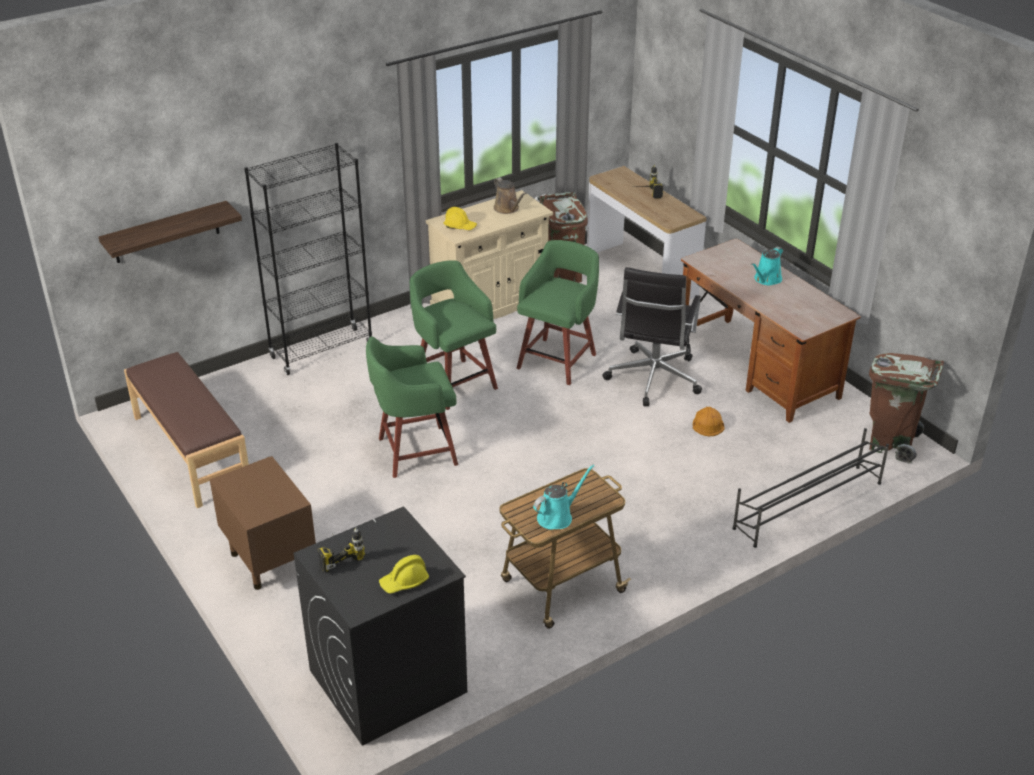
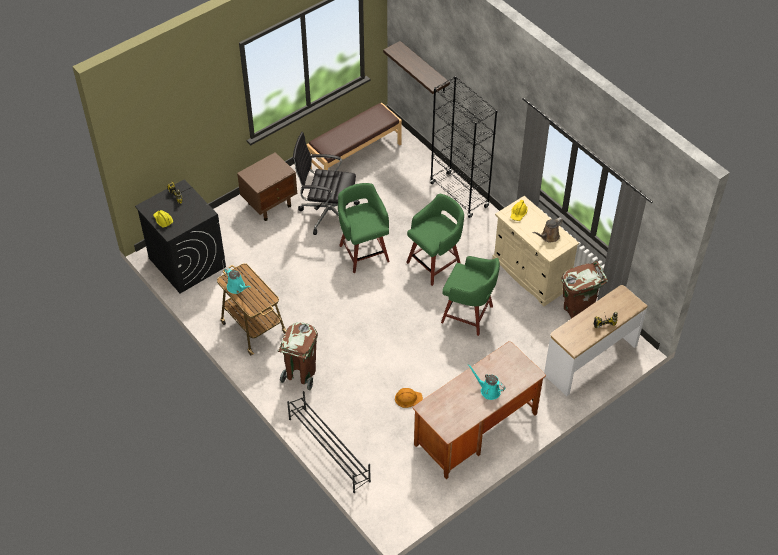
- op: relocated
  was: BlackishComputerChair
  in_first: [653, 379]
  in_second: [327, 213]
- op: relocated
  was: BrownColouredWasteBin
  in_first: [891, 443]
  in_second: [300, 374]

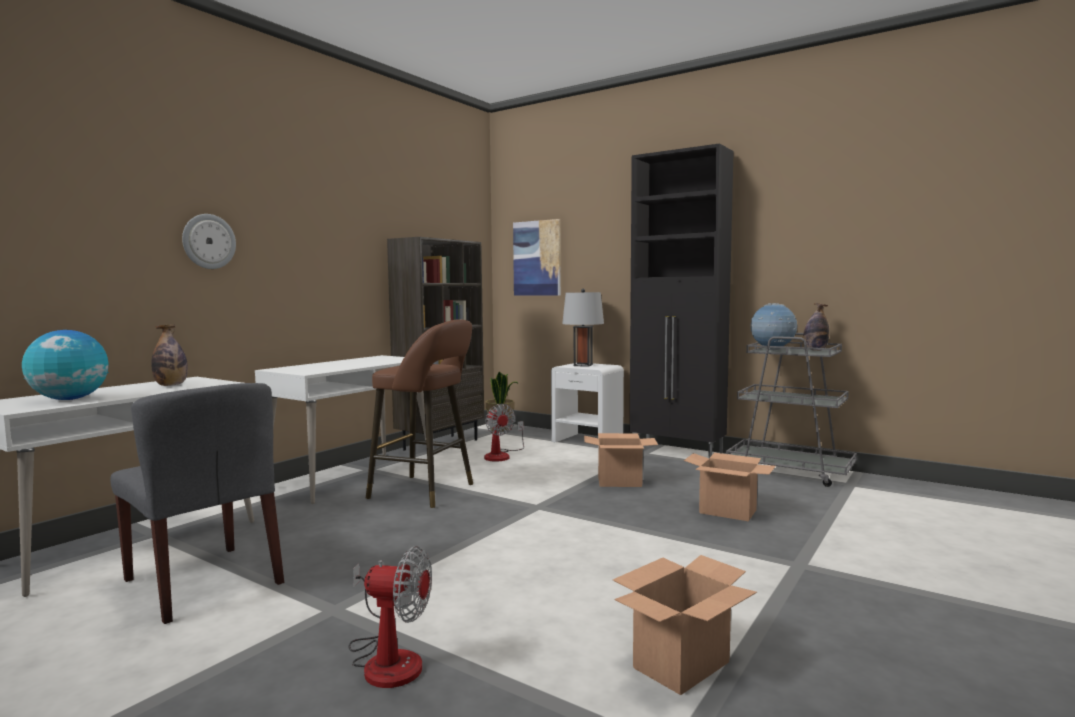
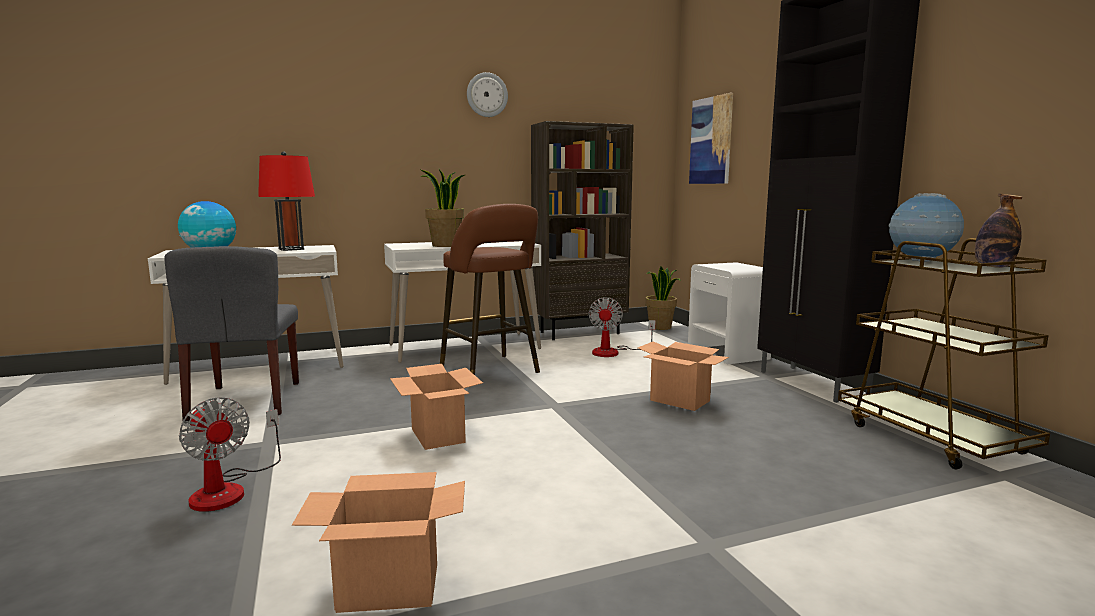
- op: missing
  was: GrayTabletopLamp
  in_first: [583, 365]
- op: appeared
  now: PottedPlant
  in_second: [445, 245]
- op: relocated
  was: HangingClock
  in_first: [208, 241]
  in_second: [487, 95]
- op: relocated
  was: Carton
  in_first: [728, 512]
  in_second: [438, 436]
- op: exchanged
  was: BeverageBottle
  now: RedTabletopLamp
  in_first: [171, 385]
  in_second: [291, 249]
- op: colour
  was: GrayCart
  now: BrownColouredCart
  in_first: [790, 472]
  in_second: [931, 438]

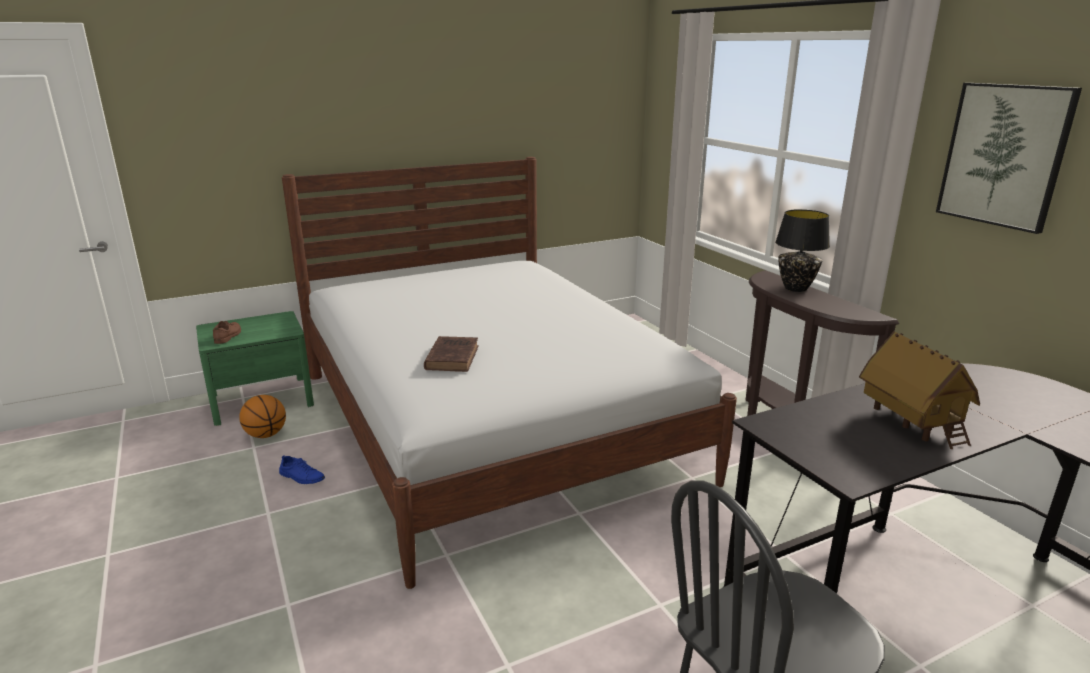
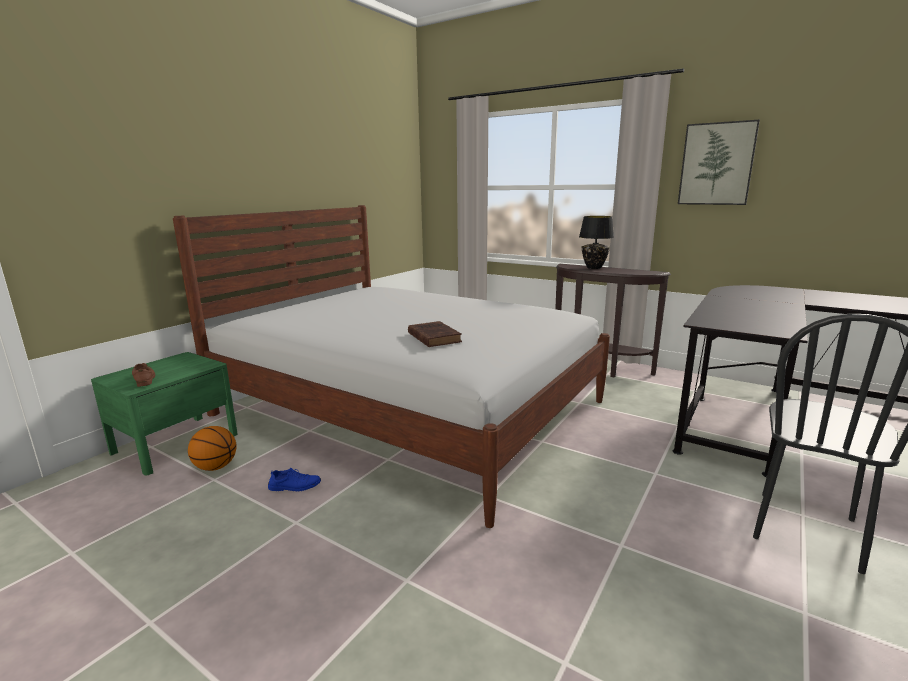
- op: missing
  was: ModelHouse
  in_first: [910, 423]

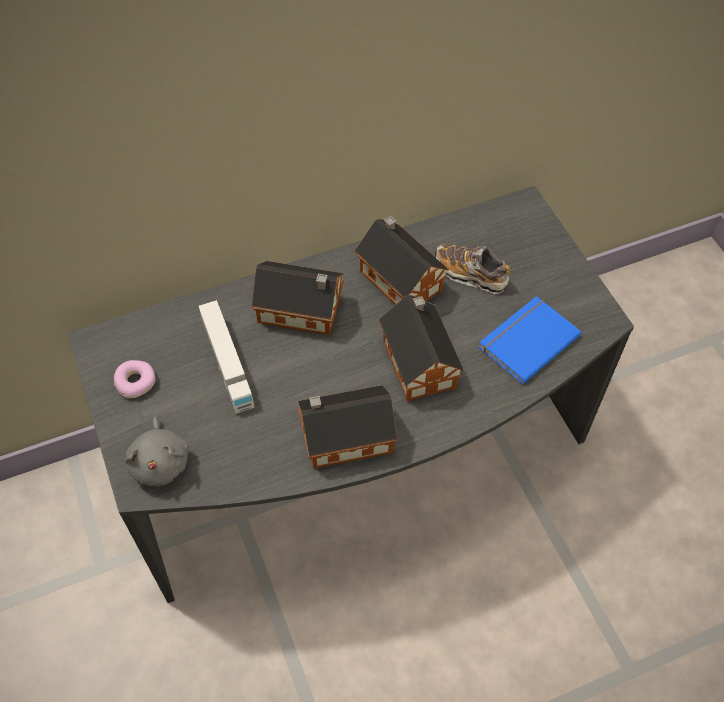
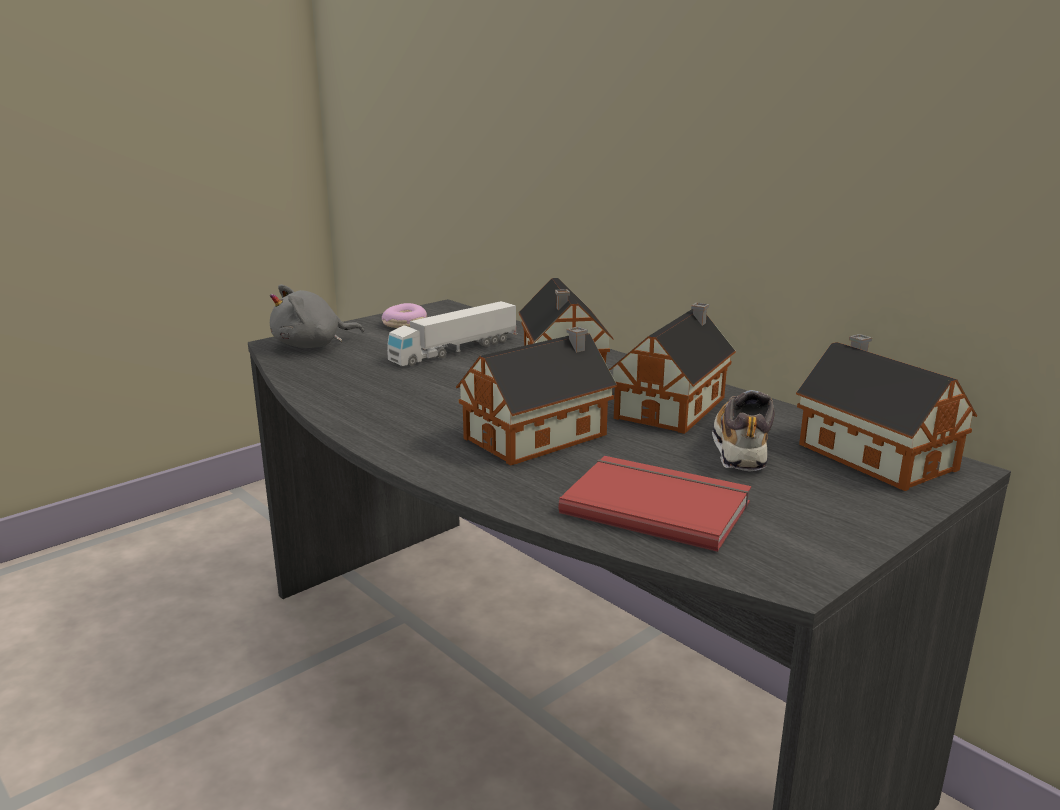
- op: relocated
  was: ModelHouse
  in_first: [343, 437]
  in_second: [872, 454]
- op: colour
  was: BlueColouredBook
  now: RedBook
  in_first: [526, 340]
  in_second: [656, 505]

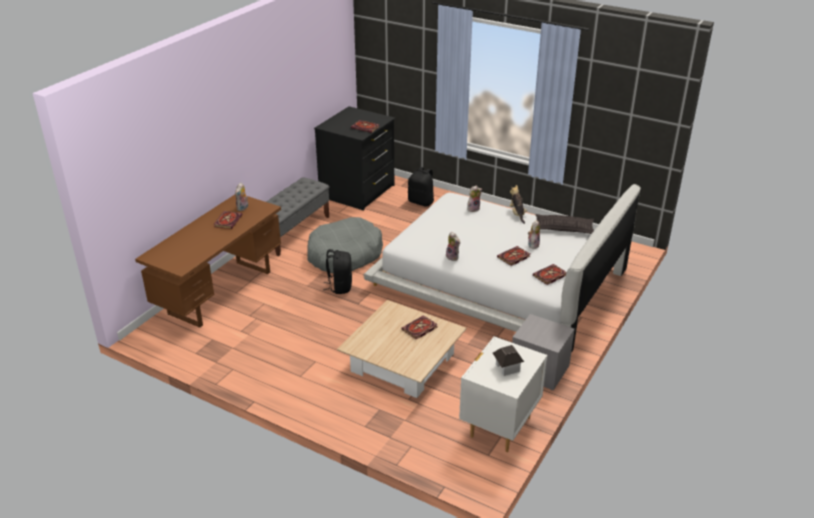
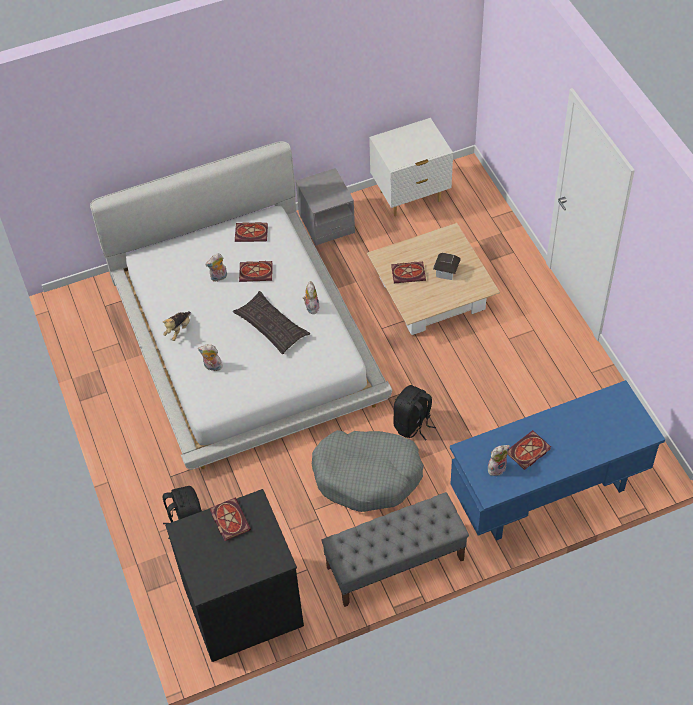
- op: relocated
  was: ModelHouse
  in_first: [507, 368]
  in_second: [446, 272]
- op: relocated
  was: Cushion
  in_first: [564, 228]
  in_second: [271, 326]
- op: colour
  was: BrownColouredDesk
  now: BlueColouredDesk
  in_first: [220, 292]
  in_second: [548, 494]

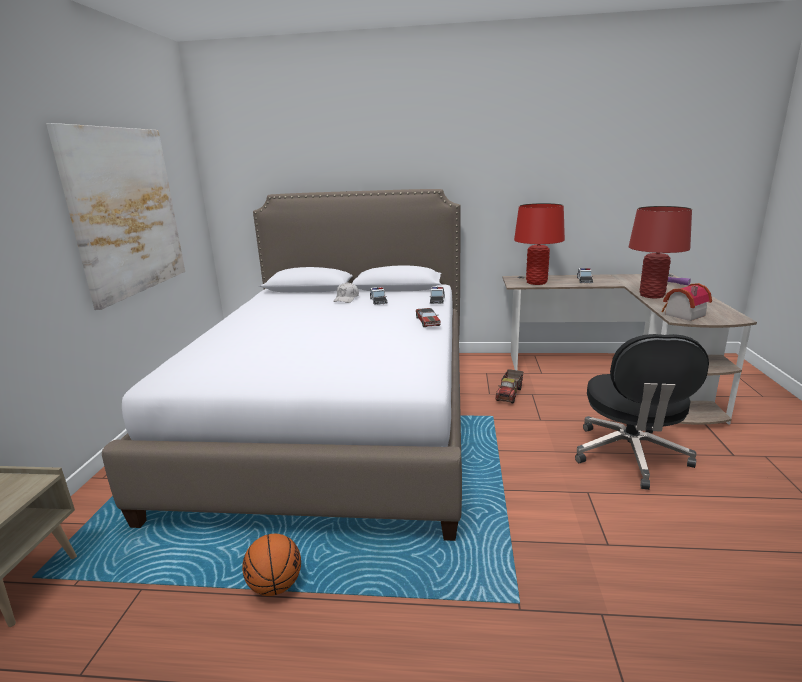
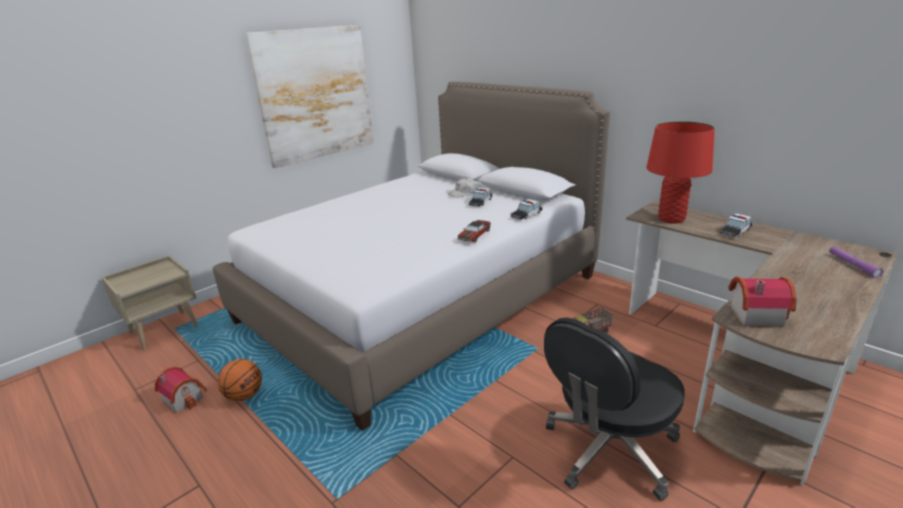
- op: missing
  was: RedTabletopLamp
  in_first: [652, 295]
- op: appeared
  now: ModelHouse
  in_second: [185, 398]

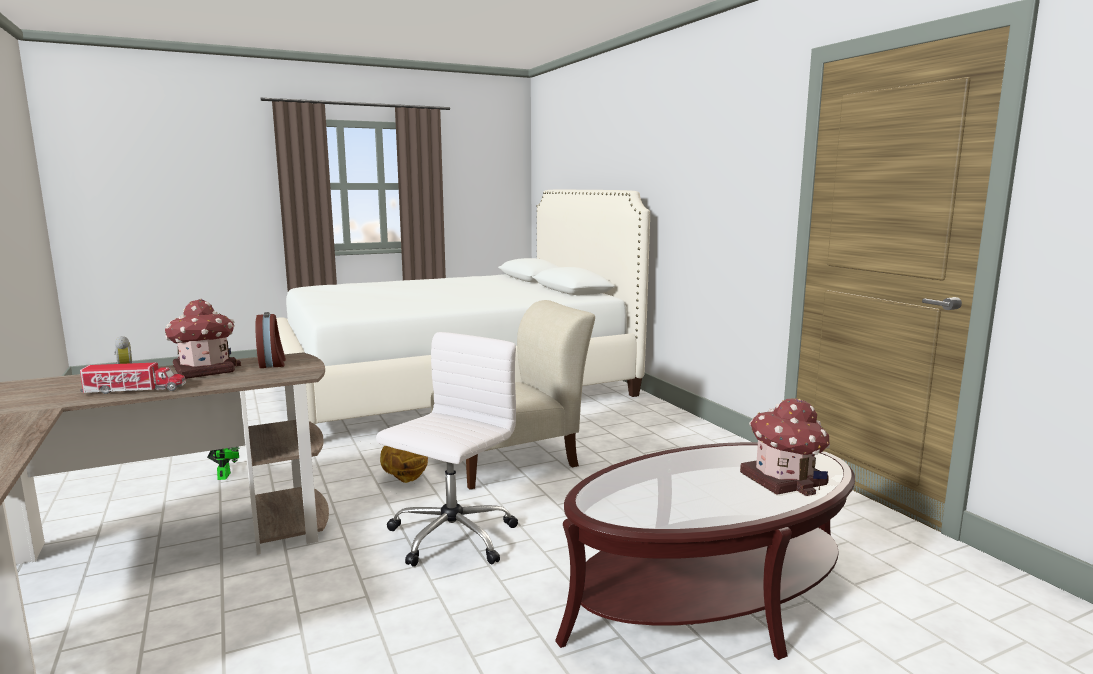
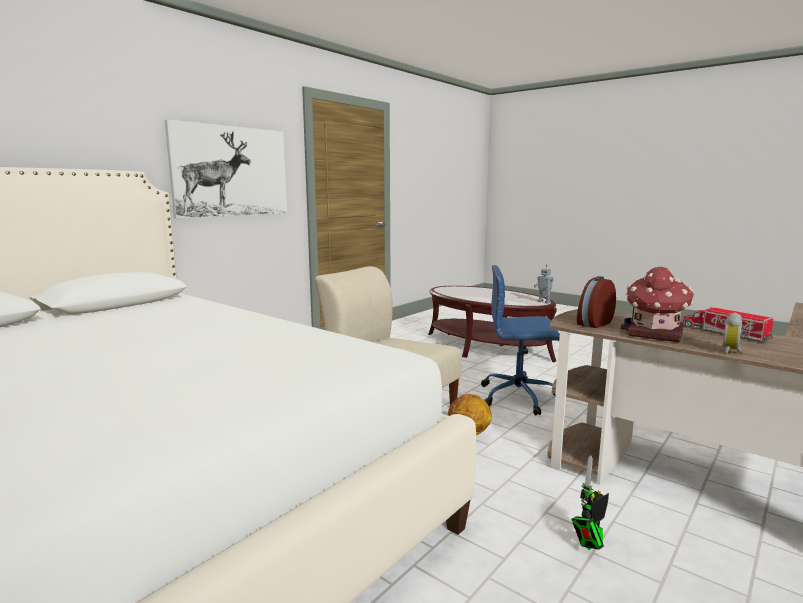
- op: missing
  was: ModelHouse
  in_first: [784, 479]
- op: appeared
  now: Picture
  in_second: [231, 171]
- op: appeared
  now: ModelRobot
  in_second: [544, 302]
- op: colour
  was: WhitishComputerChair
  now: BlueColouredComputerChair
  in_first: [450, 538]
  in_second: [519, 397]

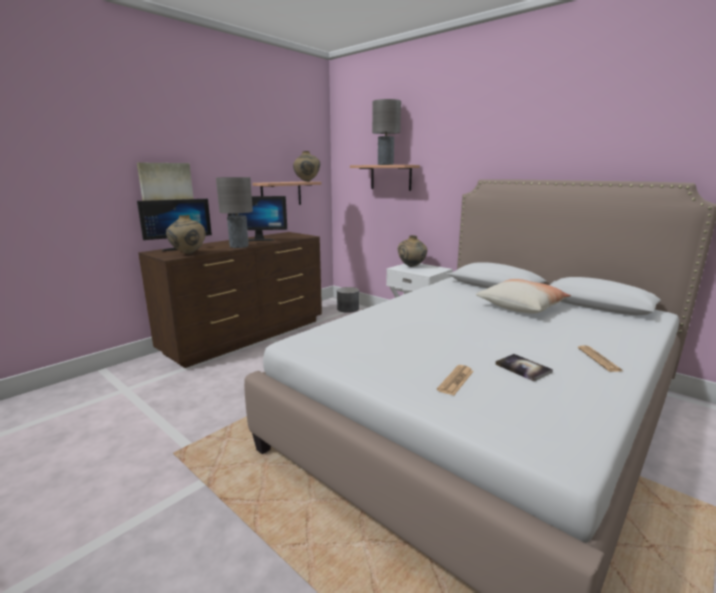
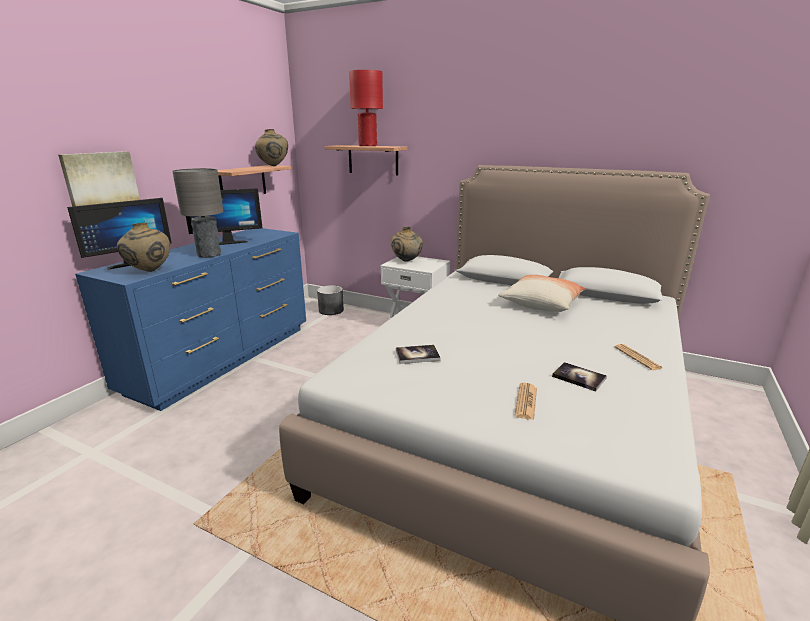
- op: appeared
  now: Book
  in_second: [417, 355]
- op: colour
  was: BrownColouredDrawerChest
  now: BlueColouredDrawerChest
  in_first: [247, 336]
  in_second: [224, 358]
- op: colour
  was: GrayTabletopLamp
  now: RedTabletopLamp
  in_first: [385, 164]
  in_second: [367, 146]

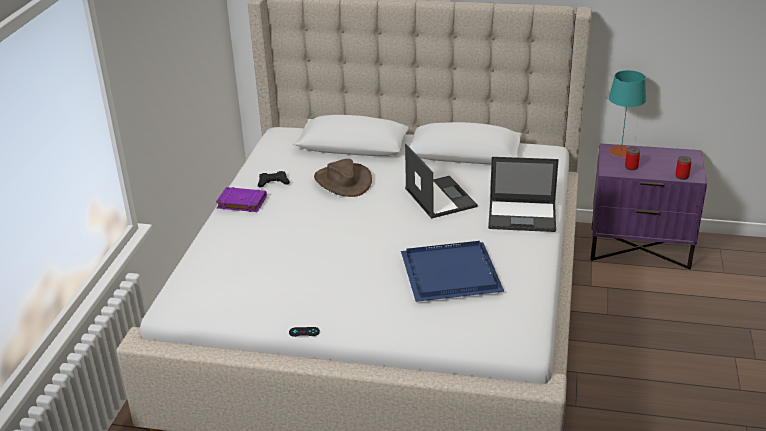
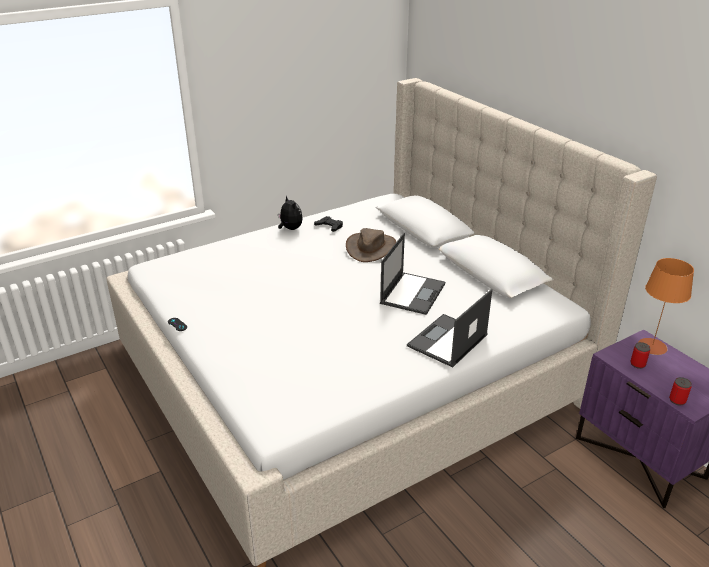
- op: missing
  was: BlueColouredServingTray
  in_first: [452, 274]
- op: exchanged
  was: PurplishBook
  now: SoftToy
  in_first: [241, 202]
  in_second: [290, 229]
- op: colour
  was: BlueGreenTabletopLamp
  now: OrangeyTabletopLamp
  in_first: [621, 151]
  in_second: [652, 346]
- op: spun
  was: PortableComputer
  in_first: [523, 216]
  in_second: [447, 341]
  clockwise: 75

